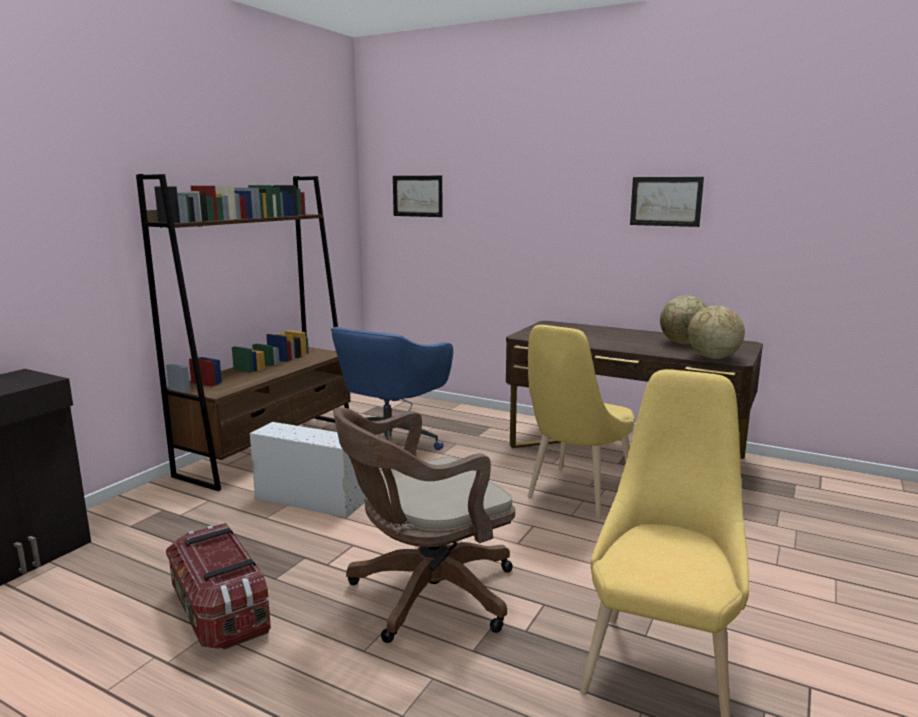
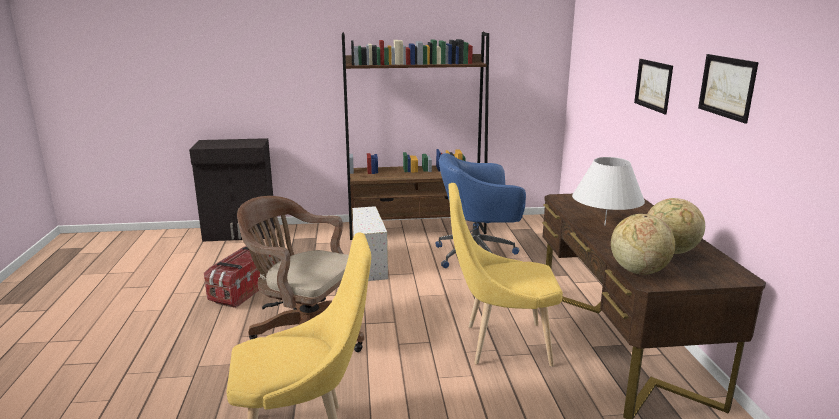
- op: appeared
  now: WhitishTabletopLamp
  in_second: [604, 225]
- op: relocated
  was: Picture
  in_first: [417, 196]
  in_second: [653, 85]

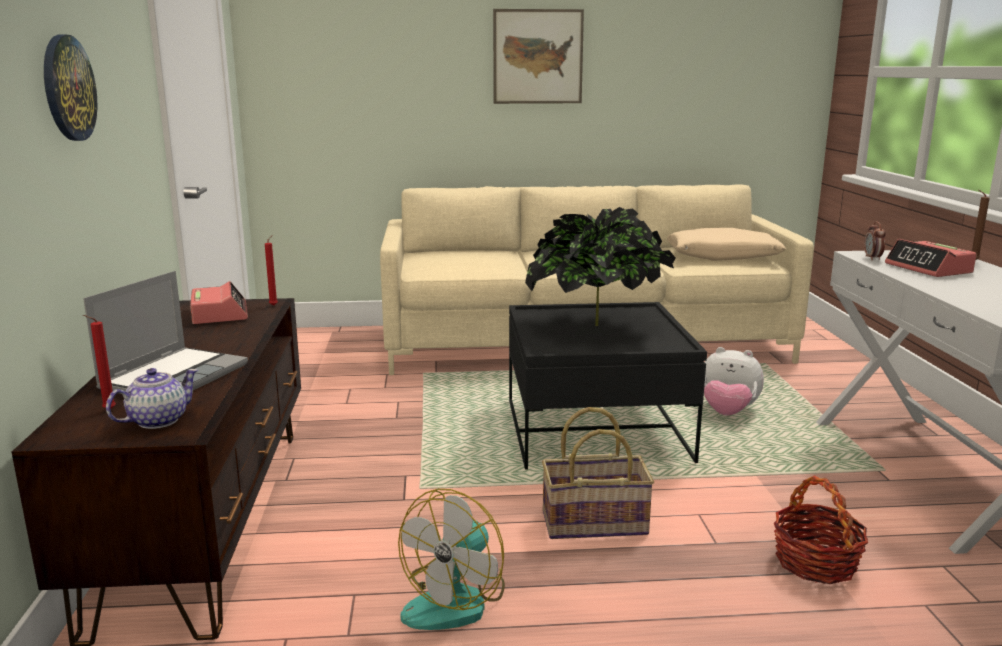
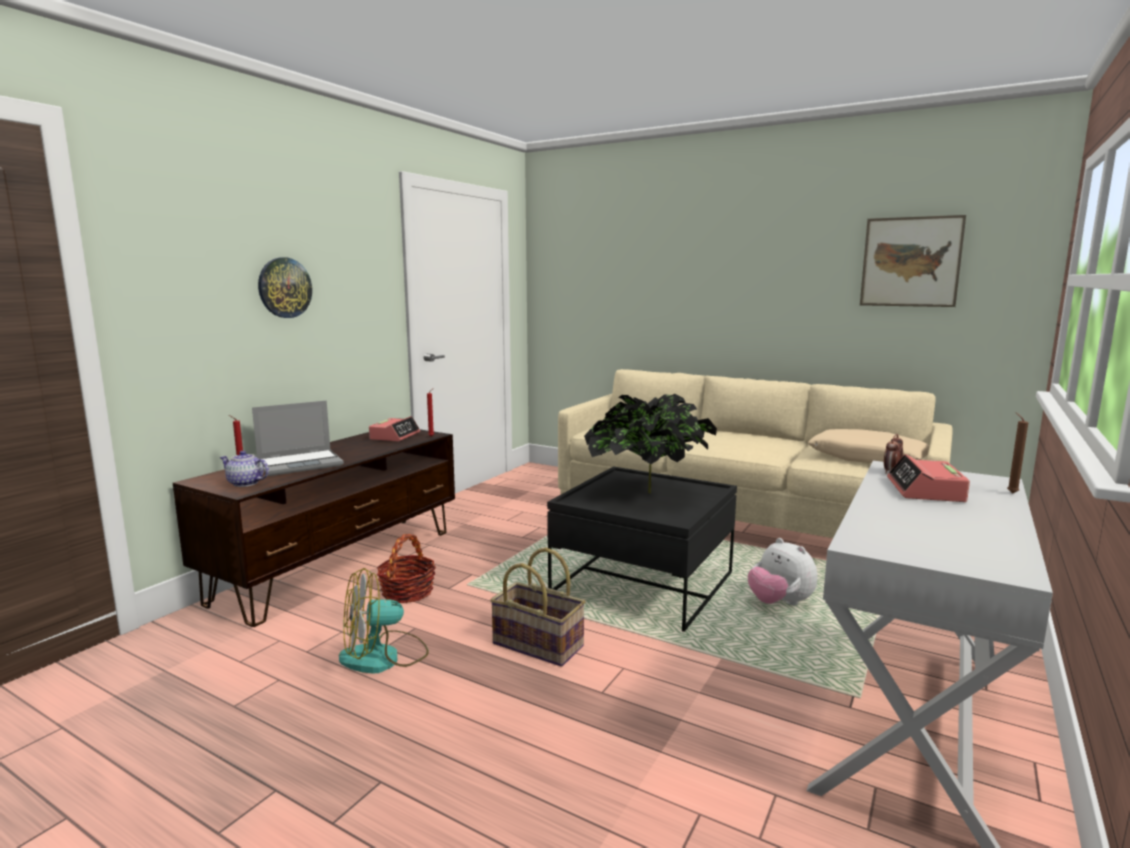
- op: relocated
  was: Picture
  in_first: [538, 57]
  in_second: [910, 262]
- op: relocated
  was: HouseholdBasket
  in_first: [815, 562]
  in_second: [407, 592]
- op: spun
  was: Teapot
  in_first: [157, 421]
  in_second: [245, 483]
  clockwise: -150

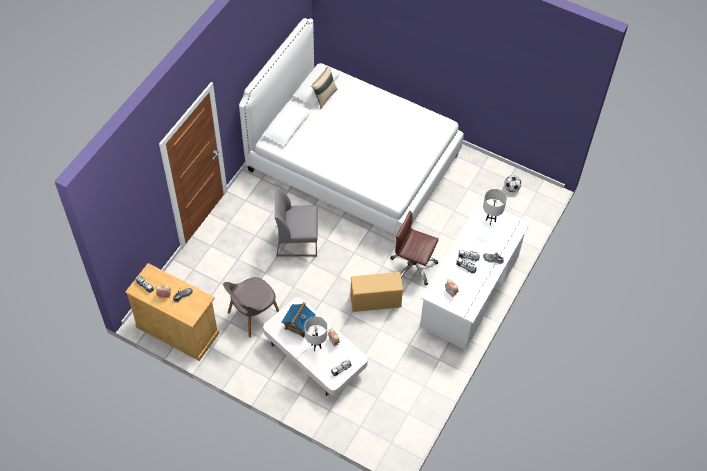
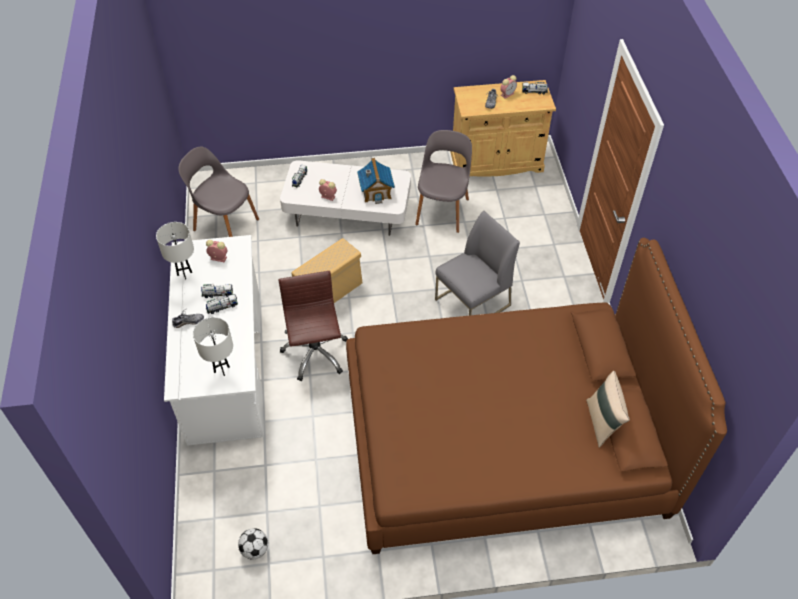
- op: appeared
  now: GrayPlainChair
  in_second: [224, 223]
- op: relocated
  was: WhitishTabletopLamp
  in_first: [316, 346]
  in_second: [184, 274]
- op: colour
  was: WhitishBedroomBed
  now: BrownColouredBedroomBed
  in_first: [352, 162]
  in_second: [503, 440]
- op: spun
  was: BrownColouredComputerChair
  in_first: [413, 267]
  in_second: [315, 353]
  clockwise: -90

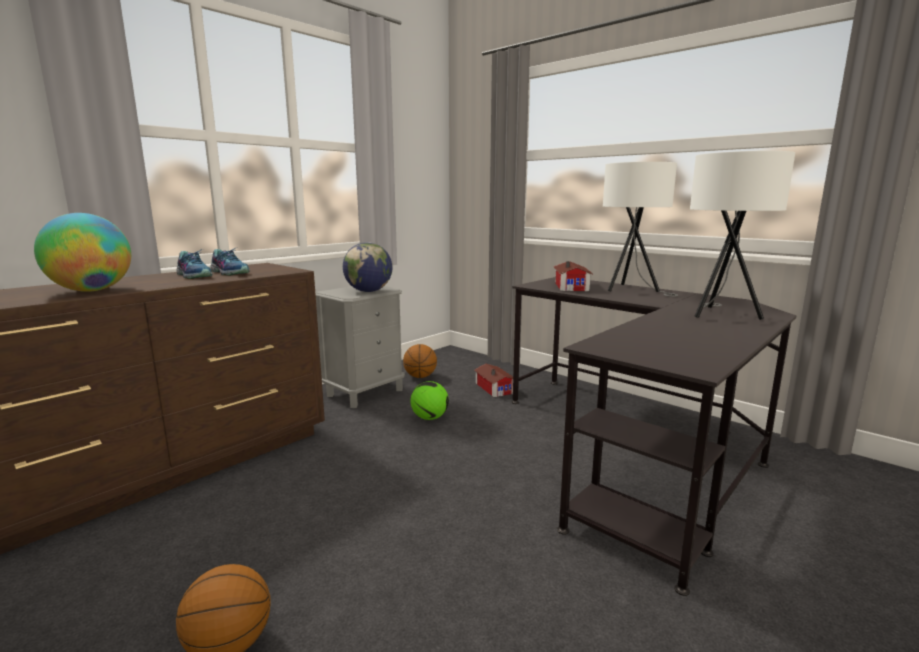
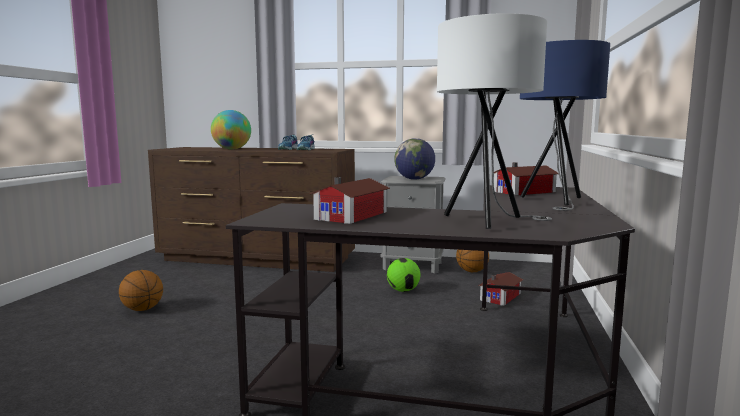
- op: appeared
  now: ModelHouse
  in_second: [354, 215]
- op: colour
  was: WhitishTabletopLamp
  now: BlueColouredTabletopLamp
  in_first: [632, 290]
  in_second: [555, 202]

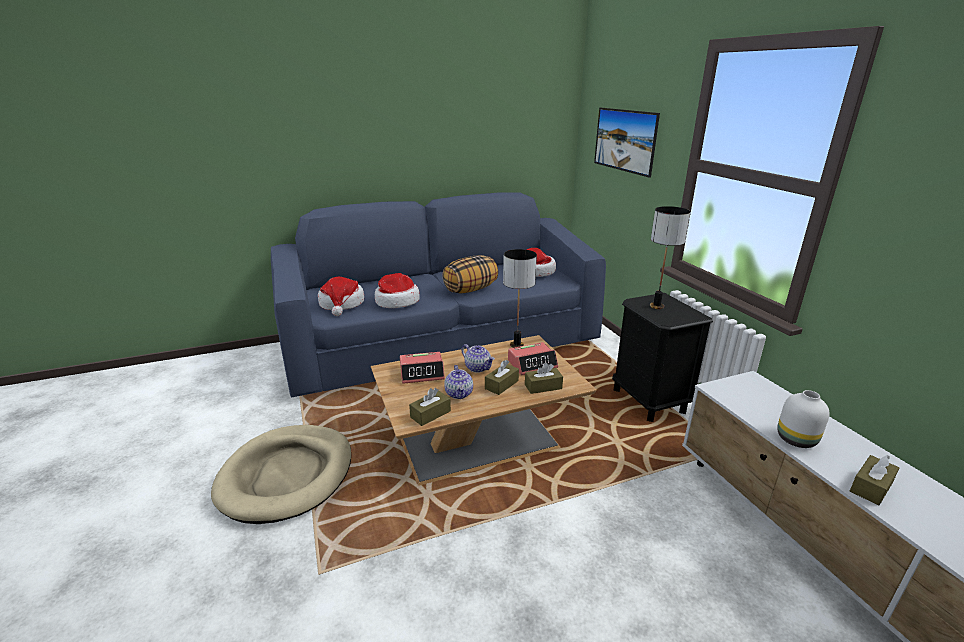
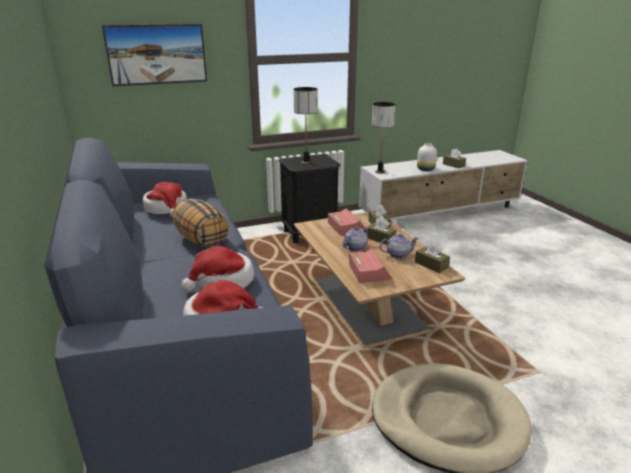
- op: relocated
  was: TabletopLamp
  in_first: [516, 345]
  in_second: [380, 172]

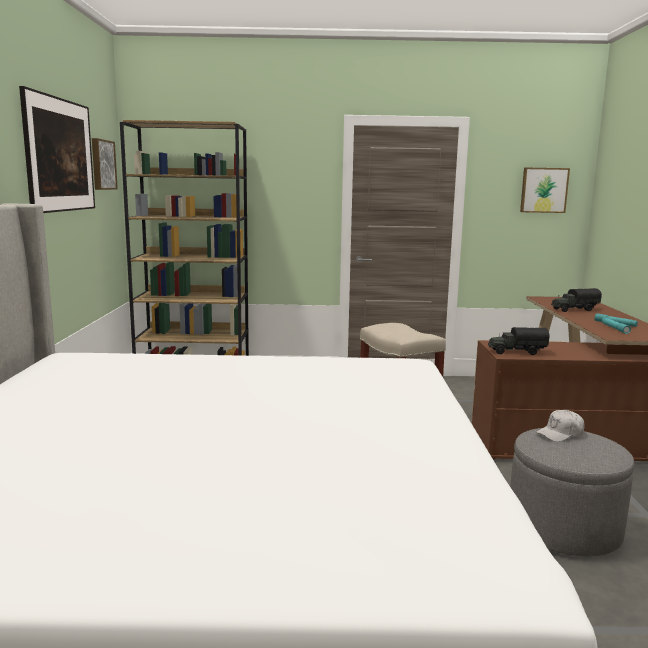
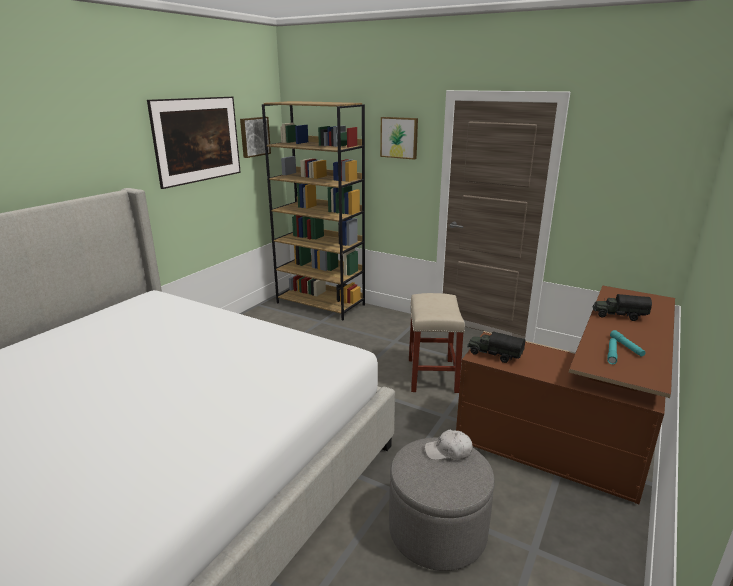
- op: relocated
  was: Picture
  in_first: [543, 190]
  in_second: [399, 137]

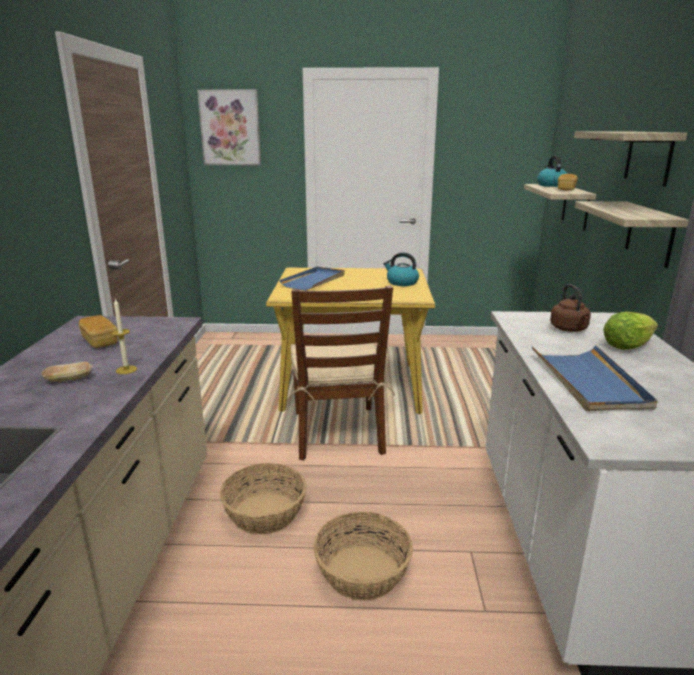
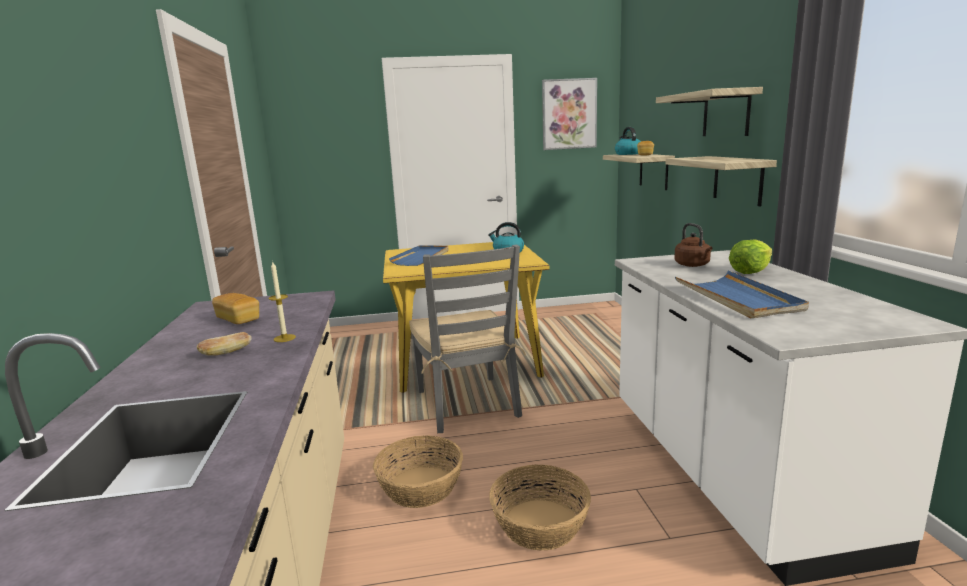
- op: relocated
  was: Picture
  in_first: [230, 128]
  in_second: [569, 114]
- op: colour
  was: BrownColouredPlainChair
  now: GrayPlainChair
  in_first: [338, 433]
  in_second: [468, 404]

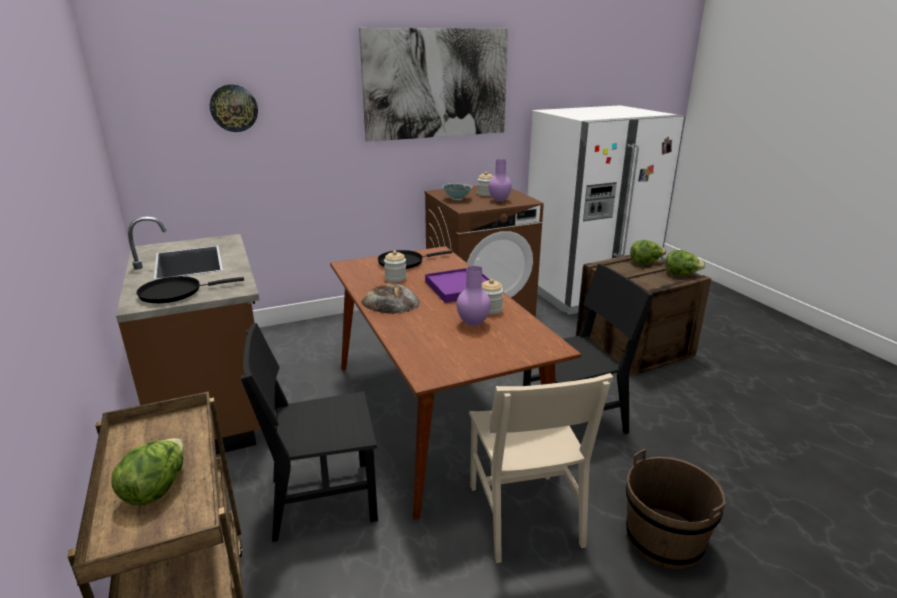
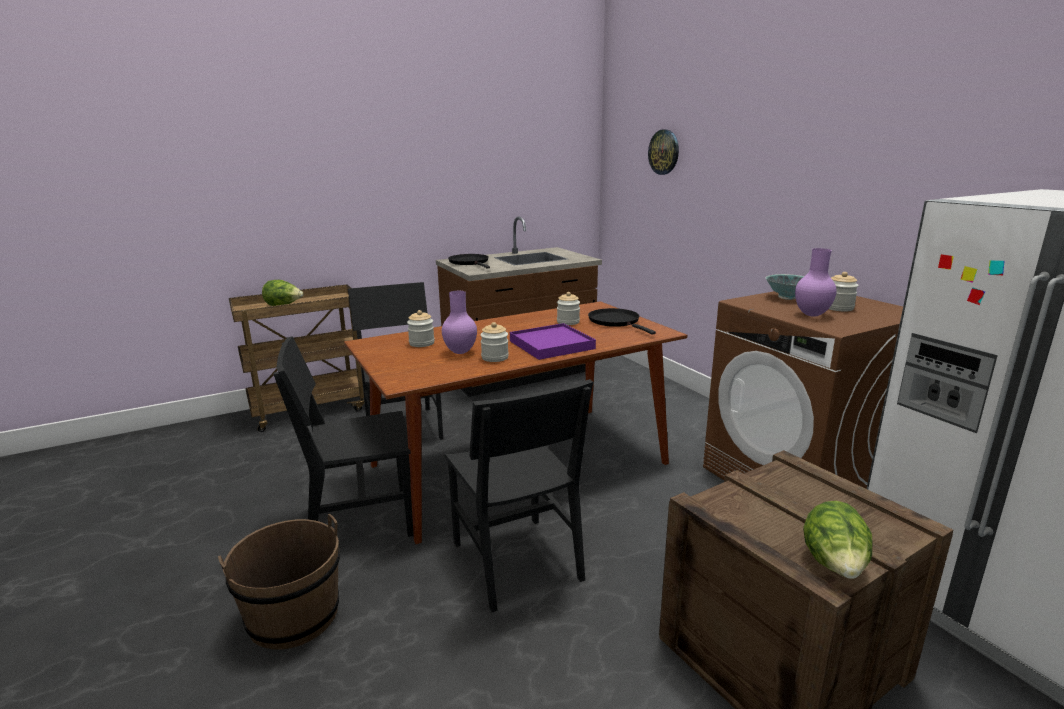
- op: missing
  was: Picture
  in_first: [436, 84]
- op: missing
  was: BakedBread
  in_first: [390, 302]
- op: missing
  was: HeadOfLettuce
  in_first: [645, 263]
- op: appeared
  now: Jar
  in_second: [421, 343]
- op: colour
  was: BeigePlainChair
  now: BlackishPlainChair
  in_first: [524, 514]
  in_second: [360, 519]

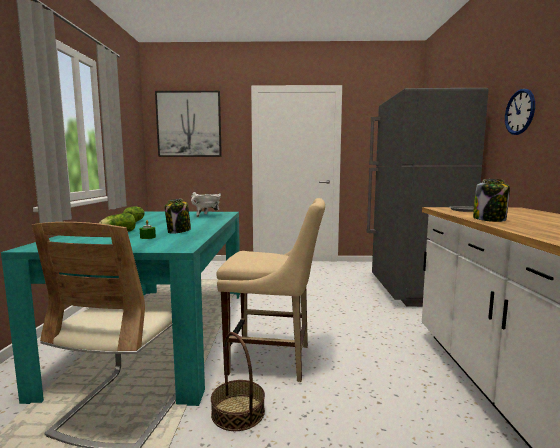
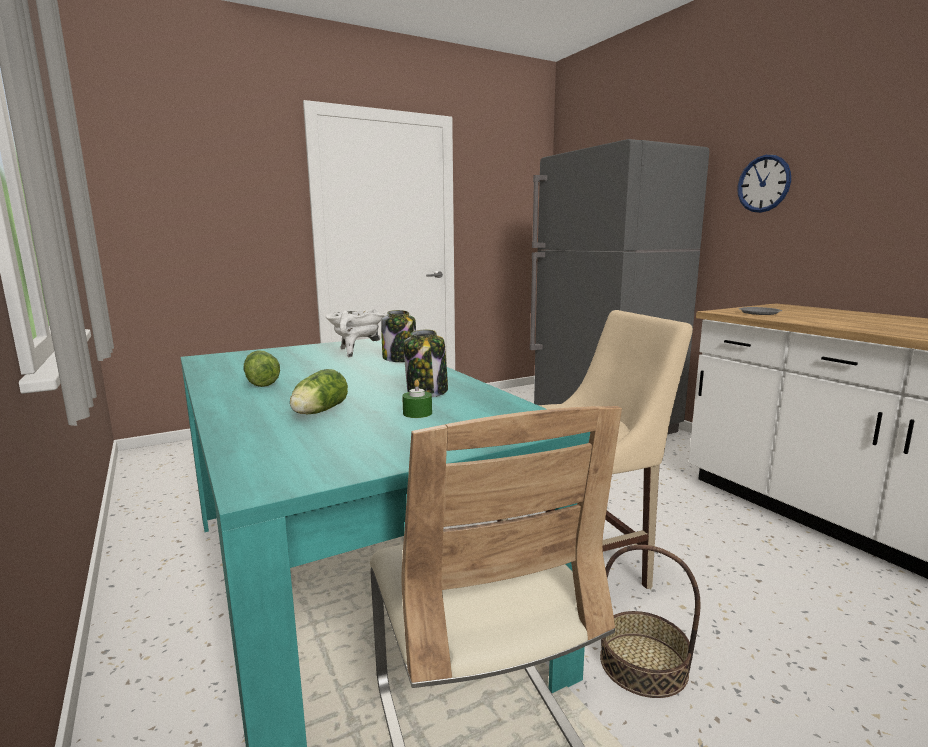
- op: missing
  was: Picture
  in_first: [189, 124]
- op: relocated
  was: Jar
  in_first: [489, 219]
  in_second: [400, 359]

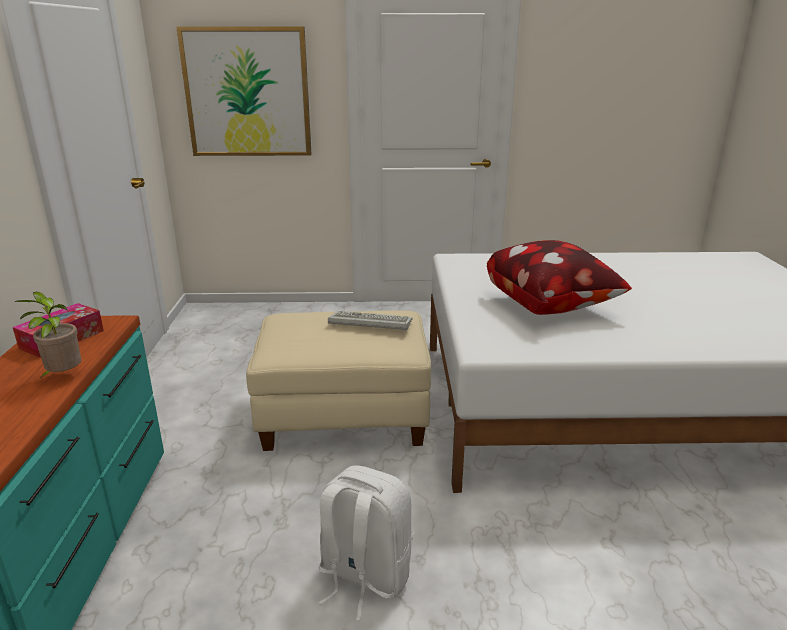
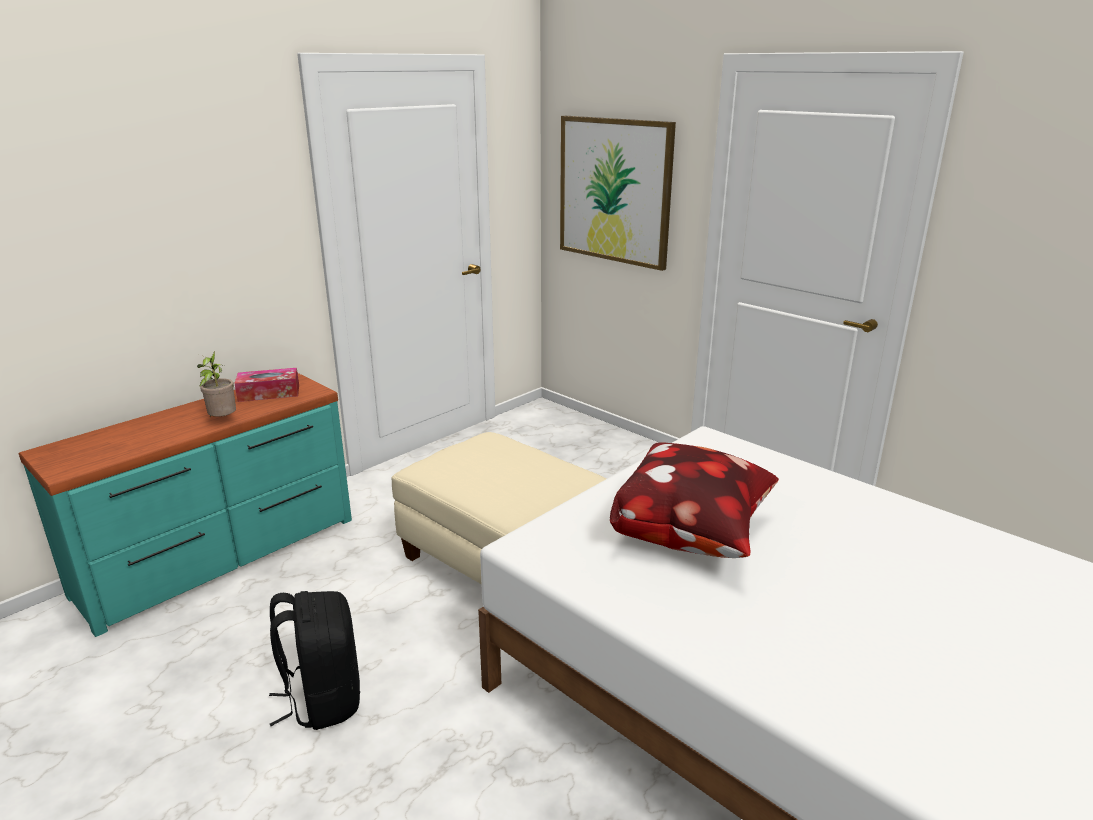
- op: missing
  was: Keyboard
  in_first: [368, 323]
- op: colour
  was: WhitishRucksack
  now: BlackishRucksack
  in_first: [363, 576]
  in_second: [323, 699]

